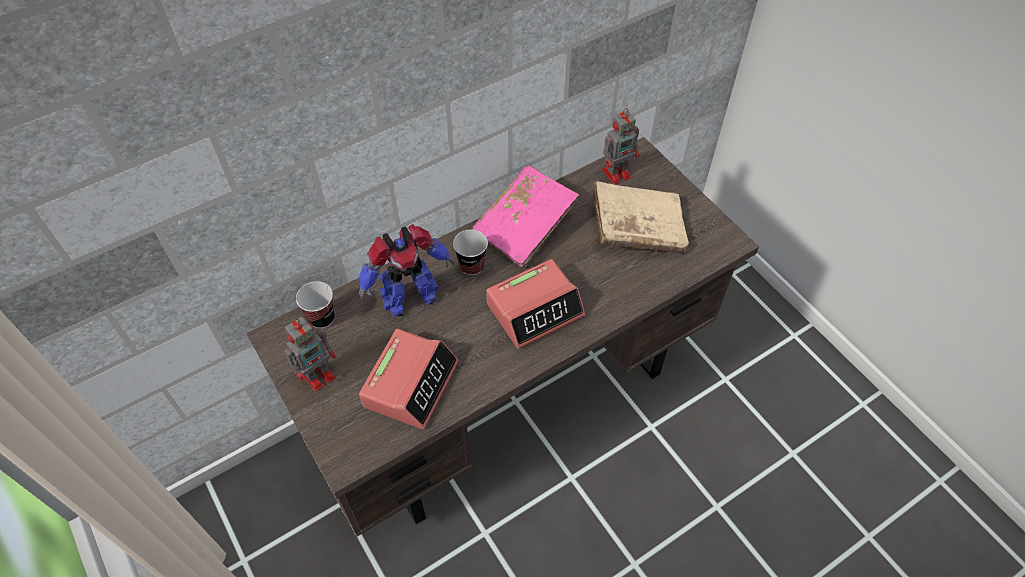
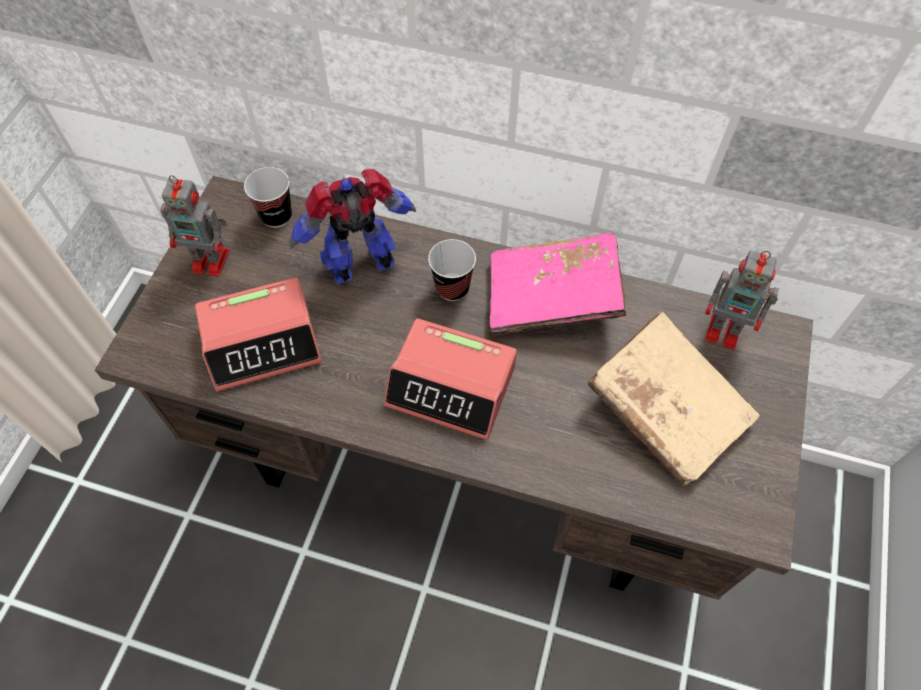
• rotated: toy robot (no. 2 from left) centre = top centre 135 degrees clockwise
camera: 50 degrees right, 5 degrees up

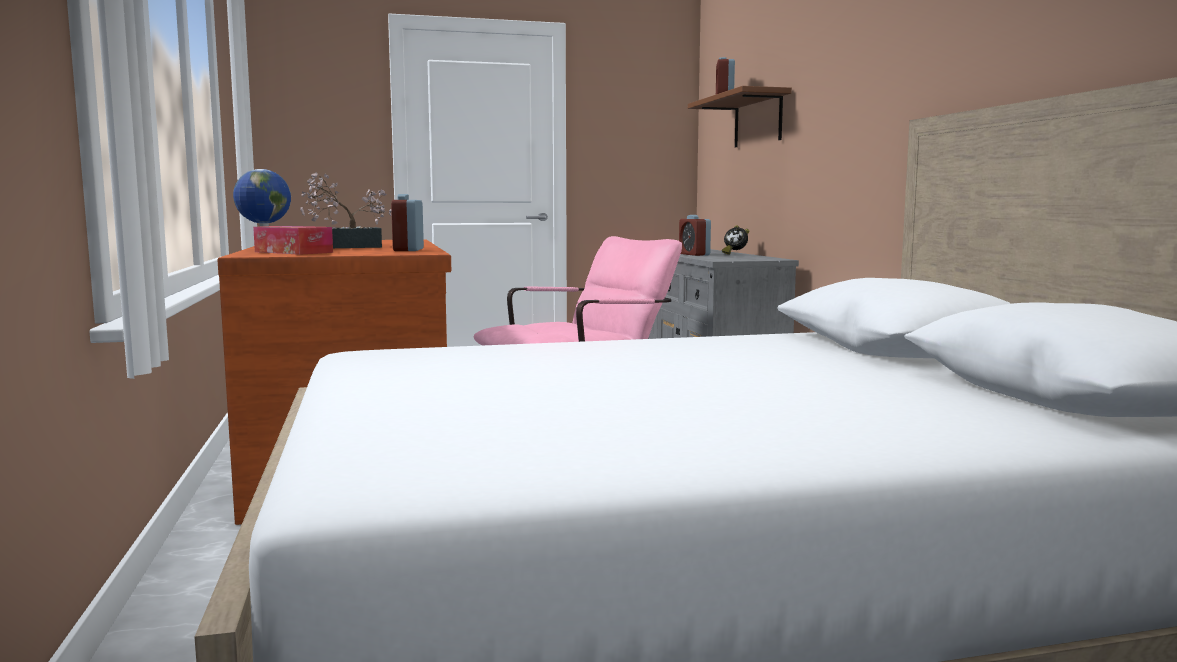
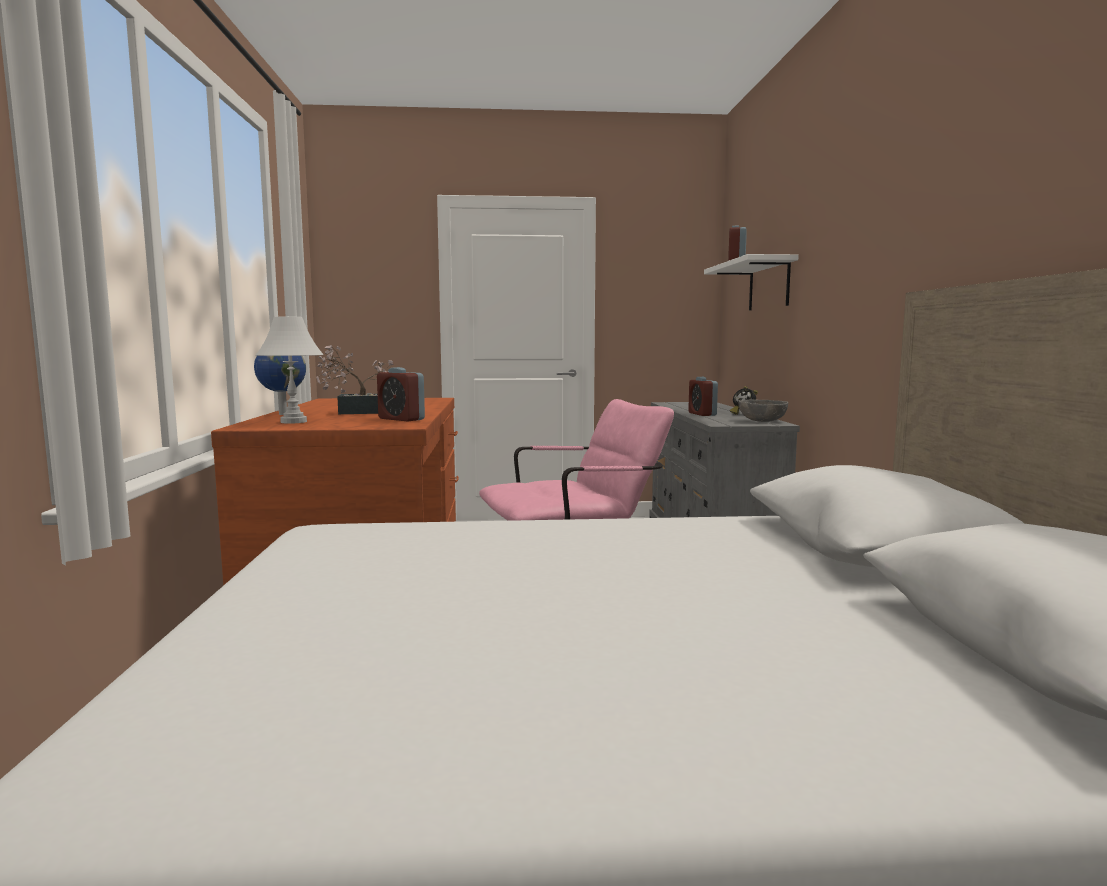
• repainted: brown shelf top centre to white shelf top right
• rotated: alarm clock (no. 1 from left) centre = centre 60 degrees counterclockwise
• swapped: tissue box middle left to white table lamp middle left
• new: grey bowl middle right
camera: 10 degrees right, 0 degrees up

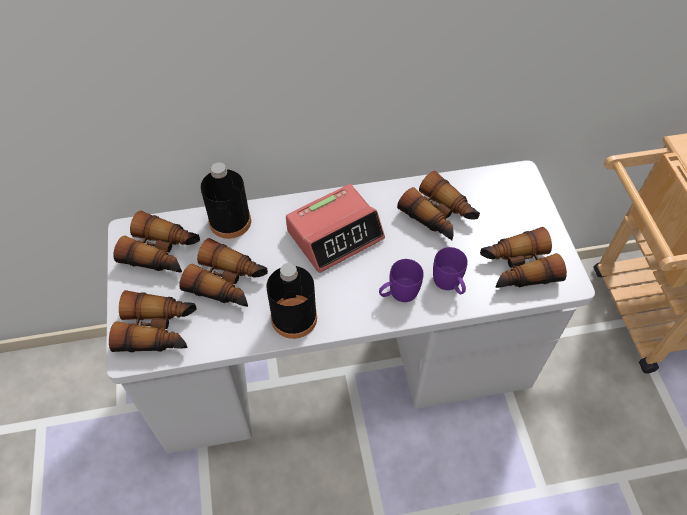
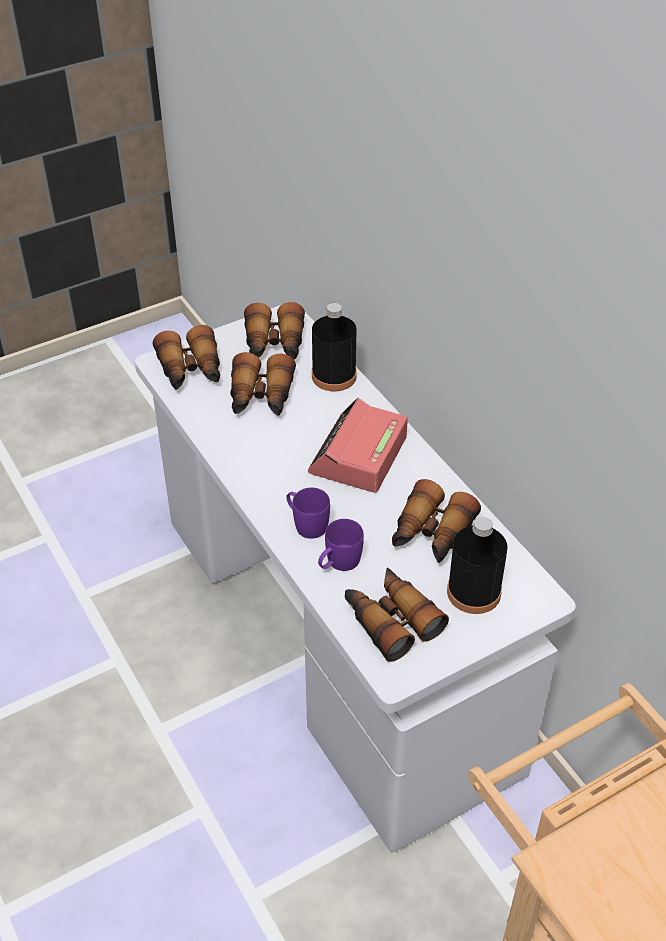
• rotated: alarm clock centre = centre 75 degrees clockwise
• shifted: black bottle (no. 2 from left) centre to middle right
camera: 70 degrees right, 10 degrees down

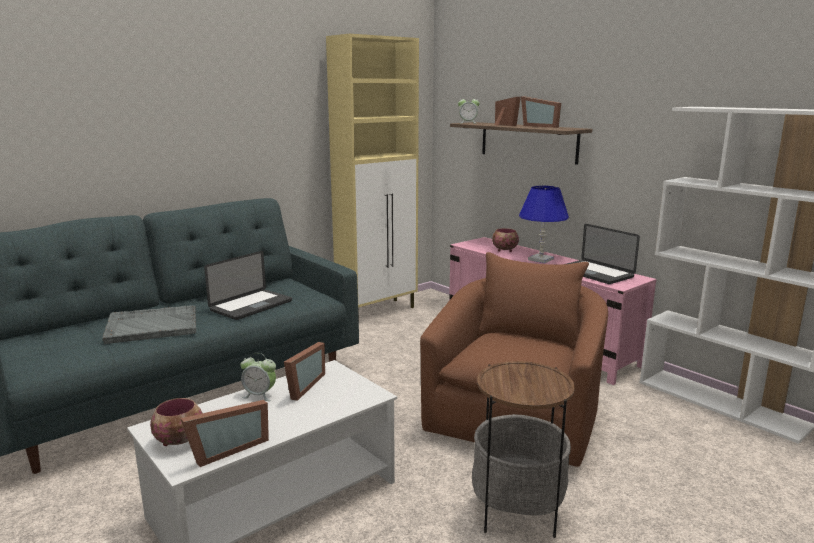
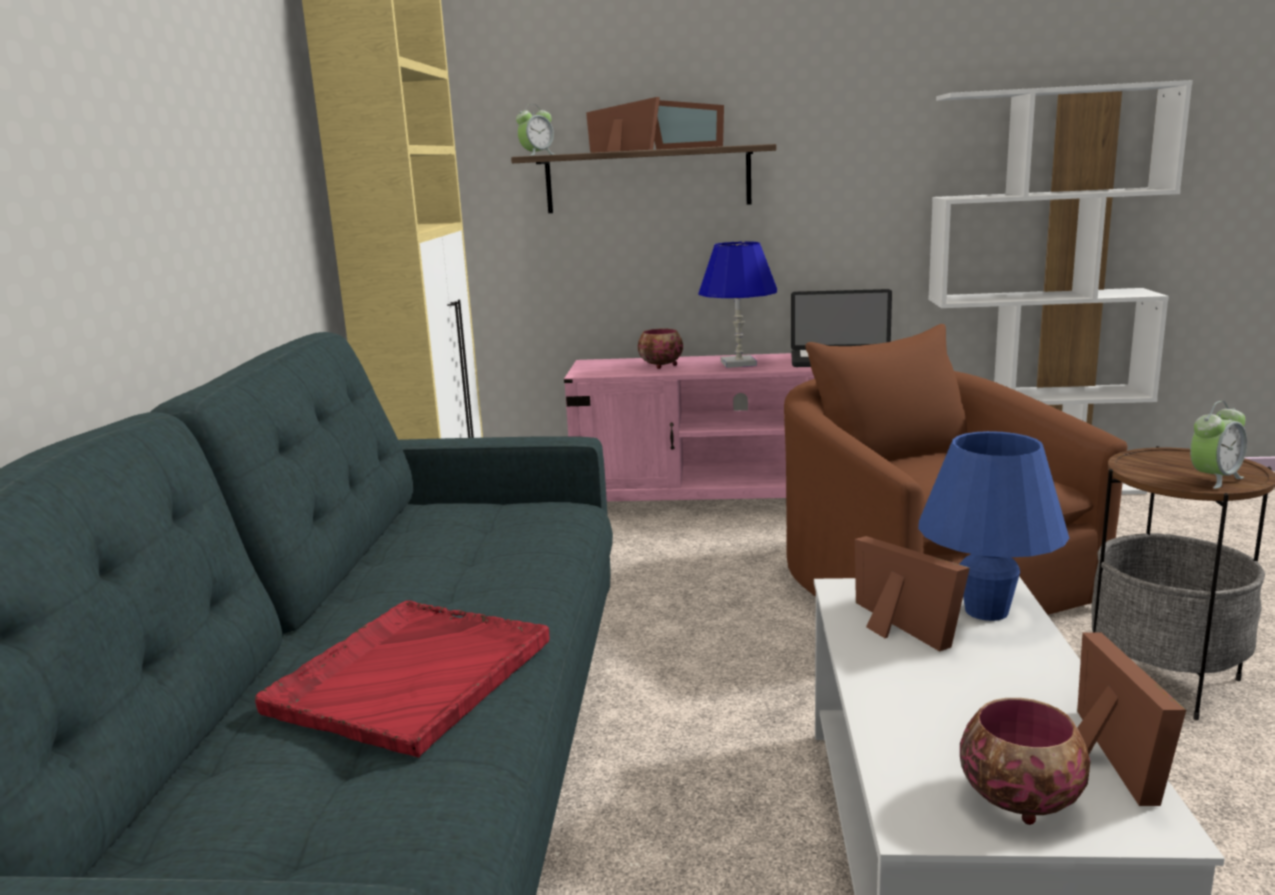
• gone: laptop (no. 1 from left) middle left
• repainted: grey tray middle left to red tray bottom left
• shifted: alarm clock (no. 1 from left in the first image) bottom left to alarm clock (no. 2 from left) middle right
• new: blue table lamp (no. 2 from left) middle right
camera: 45 degrees left, 0 degrees up

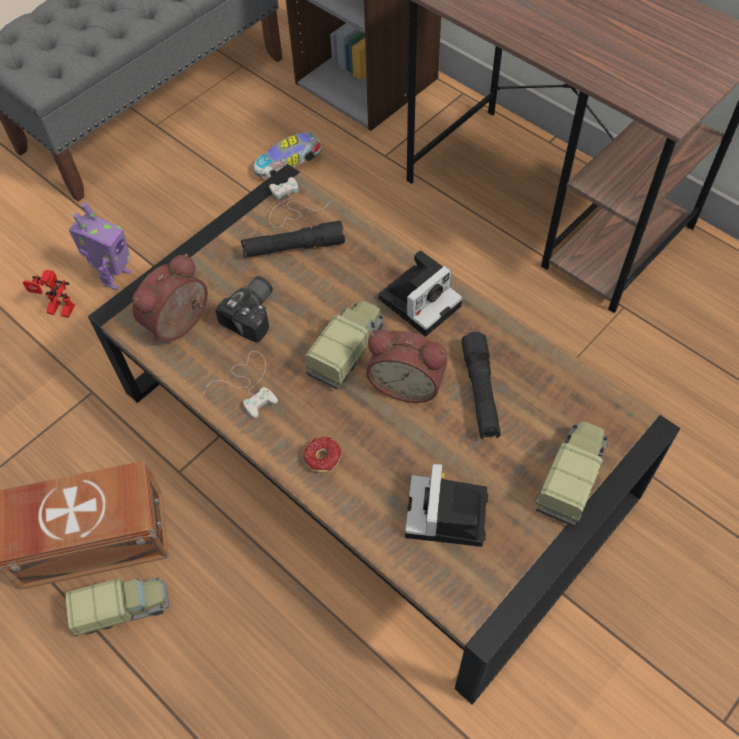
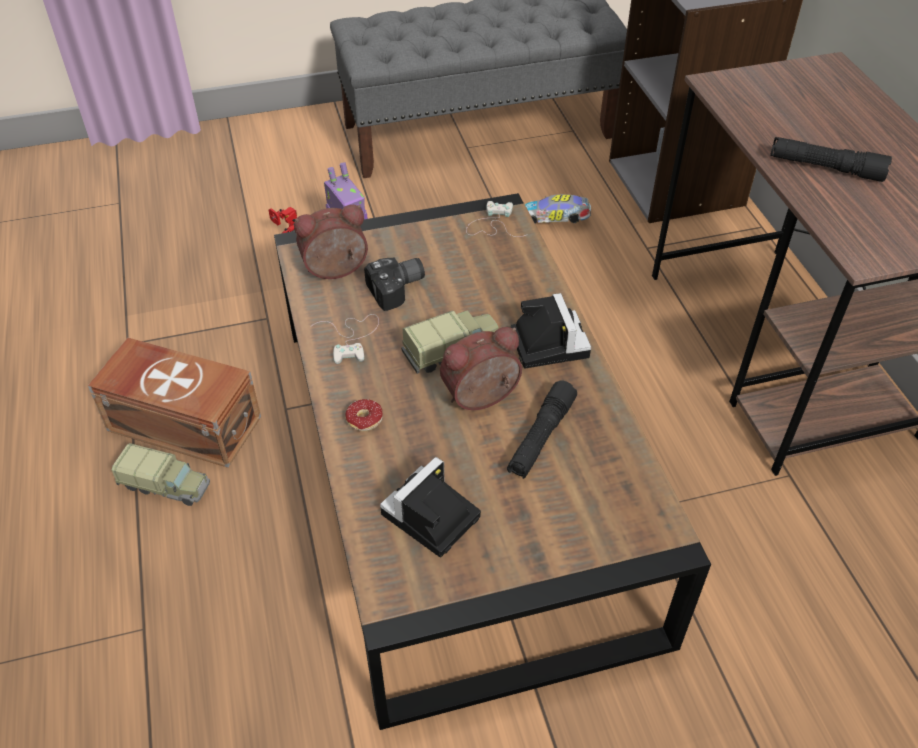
• shifted: black flashlight (no. 1 from left in the first image) top centre to black flashlight (no. 2 from left) top right
• rotated: photo camera (no. 2 from left in the first image) centre = centre 90 degrees counterclockwise
• rotated: alarm clock (no. 2 from left) centre = centre 105 degrees clockwise
• gone: toy truck (no. 3 from left) middle right
camera: 30 degrees right, 10 degrees down

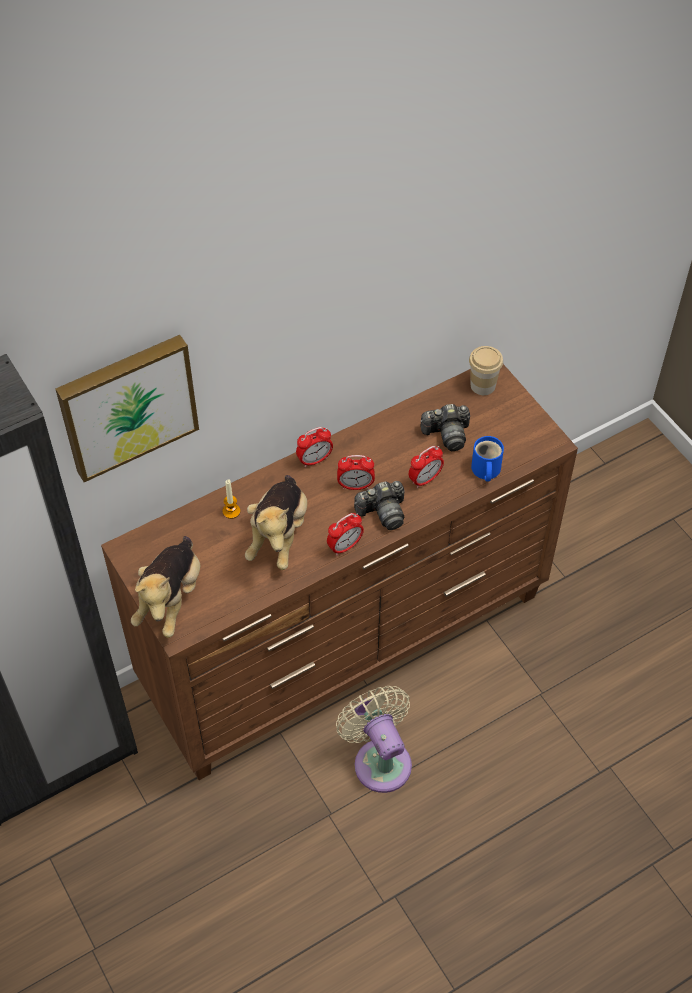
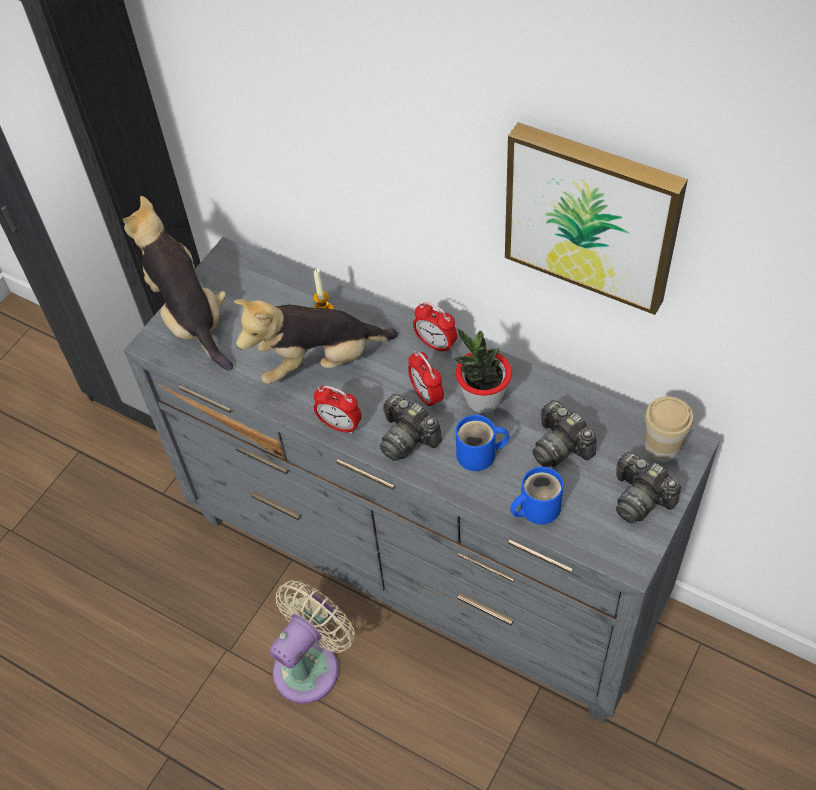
• shifted: picture middle left to top right
• repainted: brown dresser centre to grey dresser centre
• swapped: alarm clock (no. 4 from left) centre to blue mug (no. 1 from left) centre
• rotated: plush toy (no. 1 from left) middle left = middle left 75 degrees clockwise
• new: potted plant centre
• new: photo camera (no. 3 from left) middle right
camera: 65 degrees right, 0 degrees up

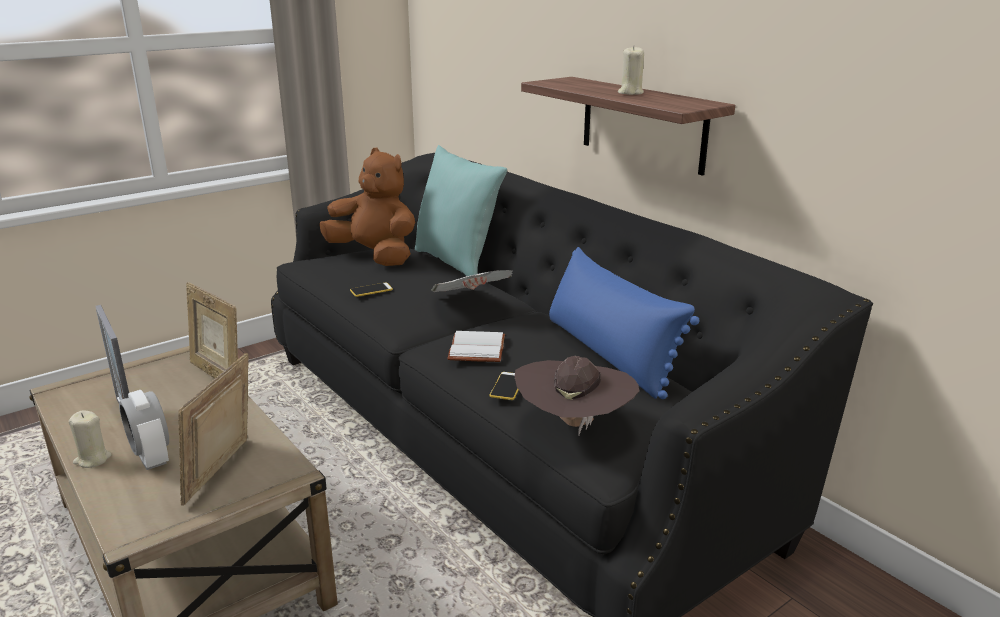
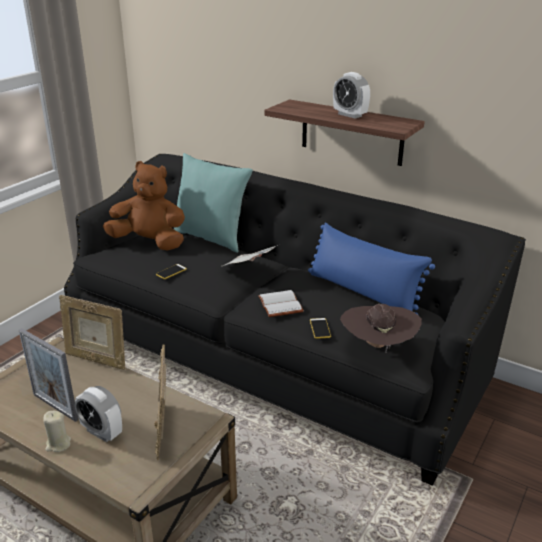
• swapped: beige candle (no. 2 from left) top centre to alarm clock (no. 2 from left) top centre
camera: 20 degrees left, 5 degrees up

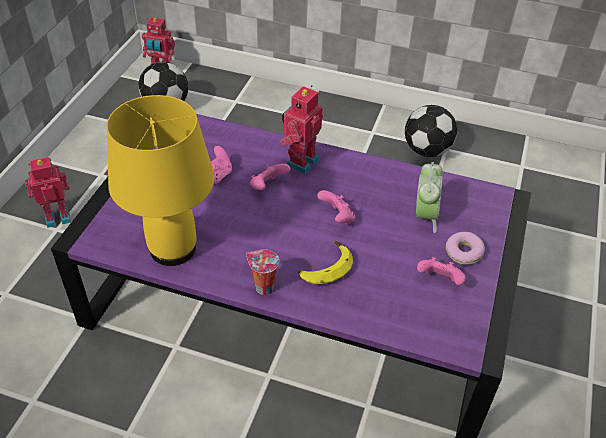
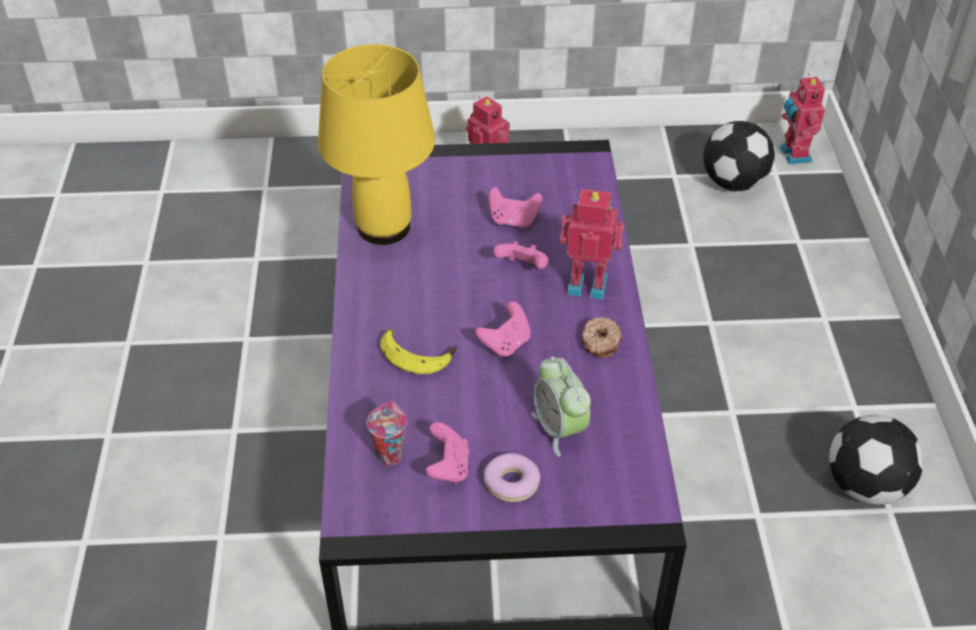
• rotated: alarm clock middle right = centre 75 degrees clockwise
• shifted: cup centre to bottom centre
• new: donut (no. 2 from left) centre
camera: 70 degrees right, 0 degrees up

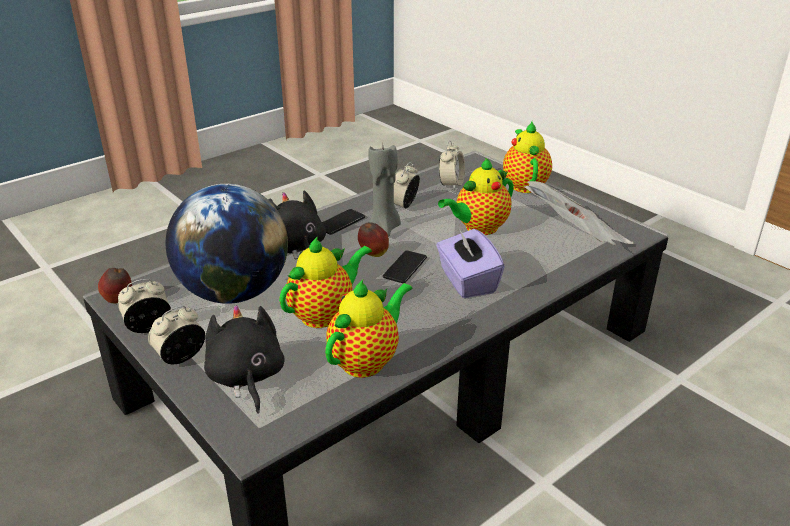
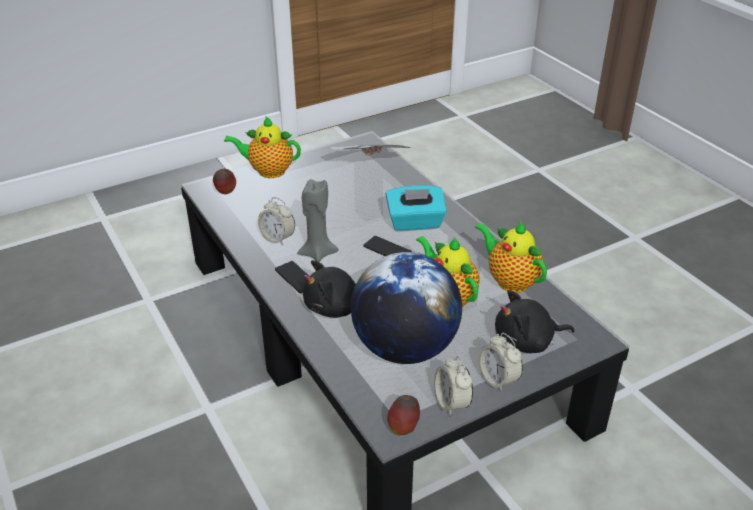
• gone: alarm clock (no. 4 from left) top centre
• gone: teapot (no. 3 from left) centre
• shifted: apple (no. 2 from left in the first image) centre to apple (no. 1 from left) middle left
• repainted: purple tissue box centre to turquoise tissue box centre
camera: 80 degrees left, 5 degrees up

